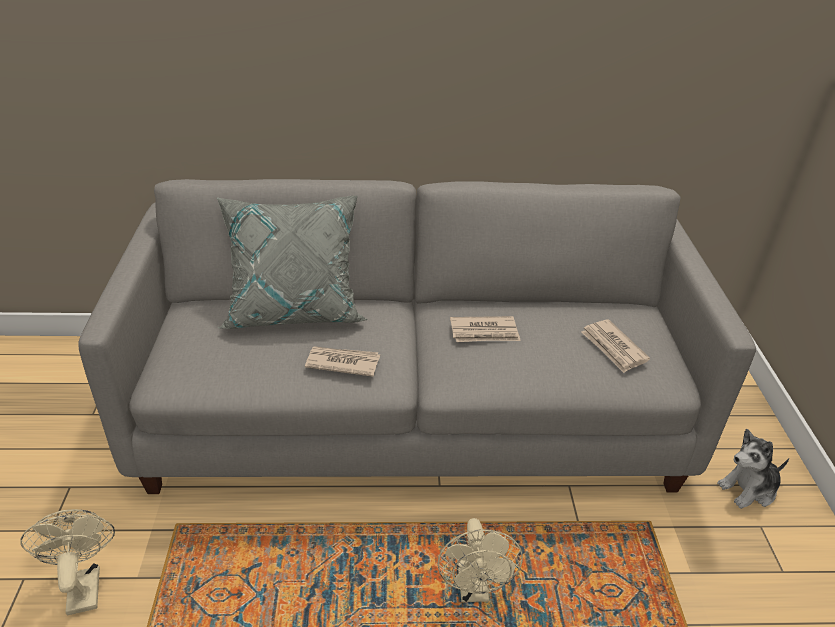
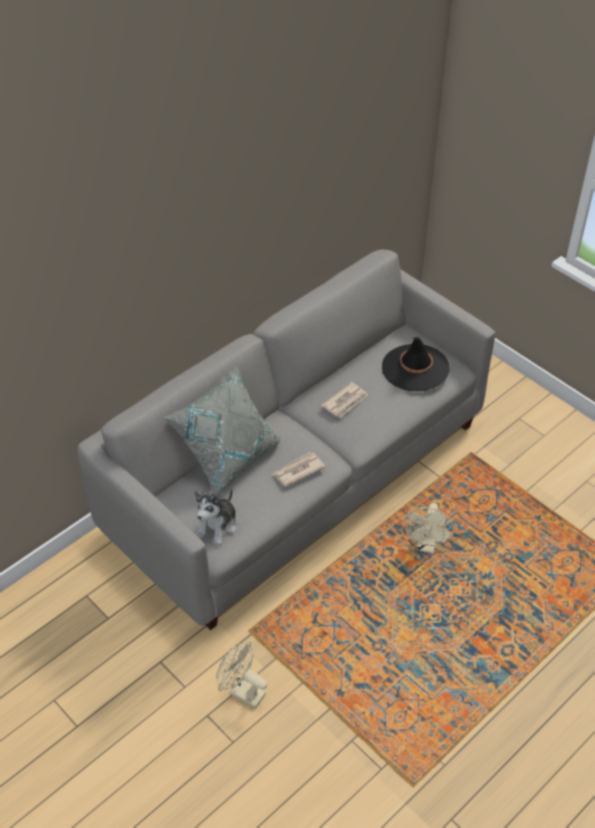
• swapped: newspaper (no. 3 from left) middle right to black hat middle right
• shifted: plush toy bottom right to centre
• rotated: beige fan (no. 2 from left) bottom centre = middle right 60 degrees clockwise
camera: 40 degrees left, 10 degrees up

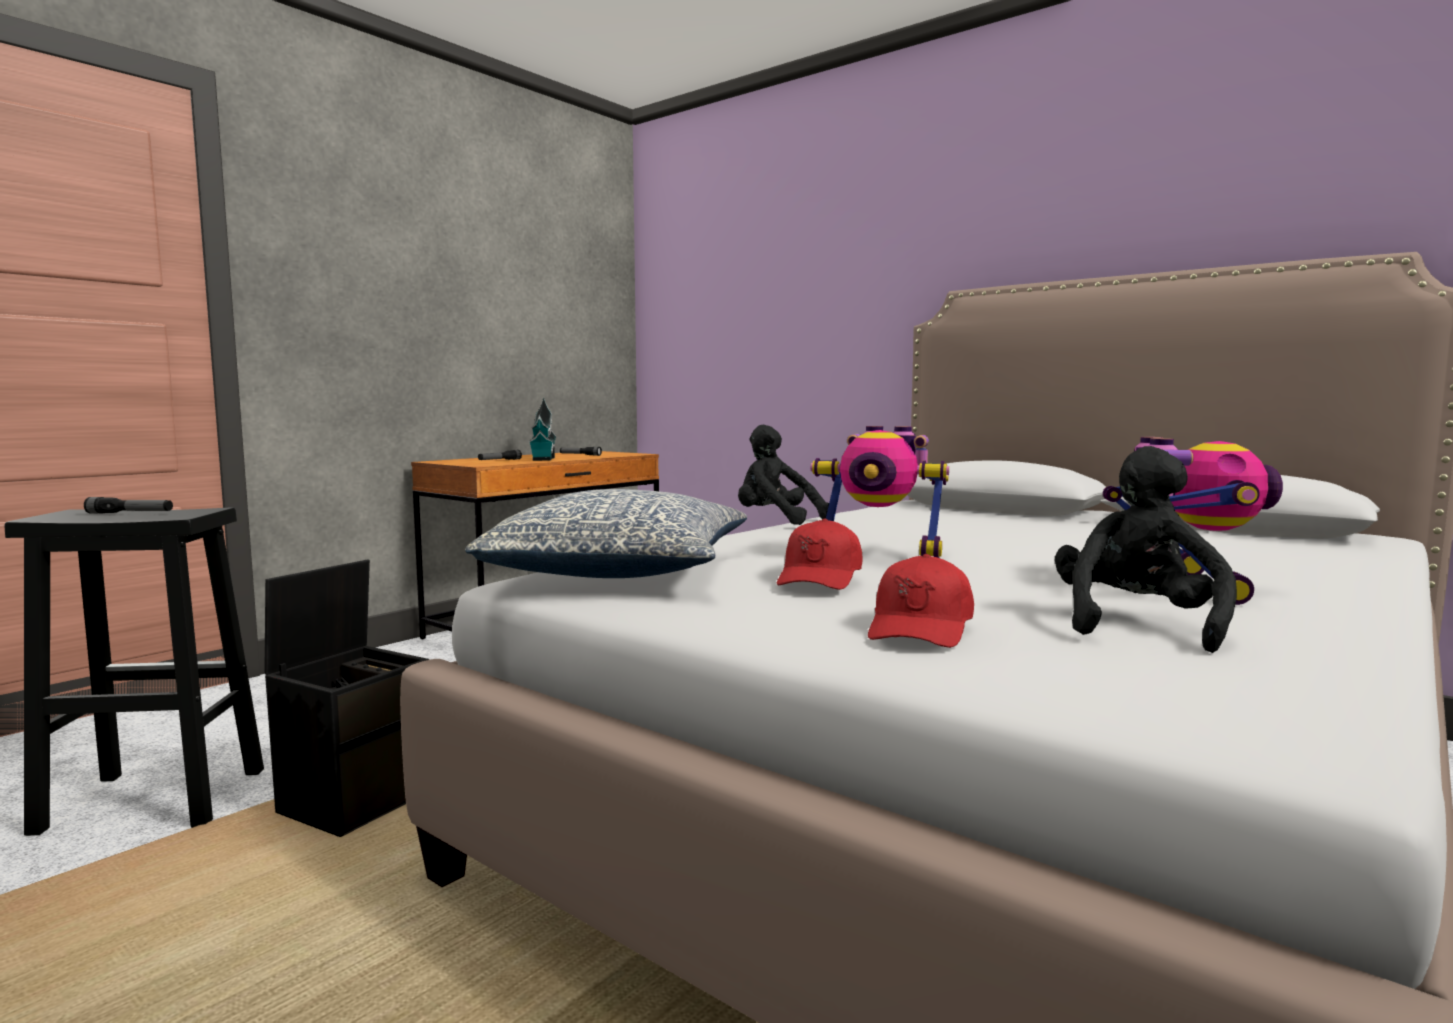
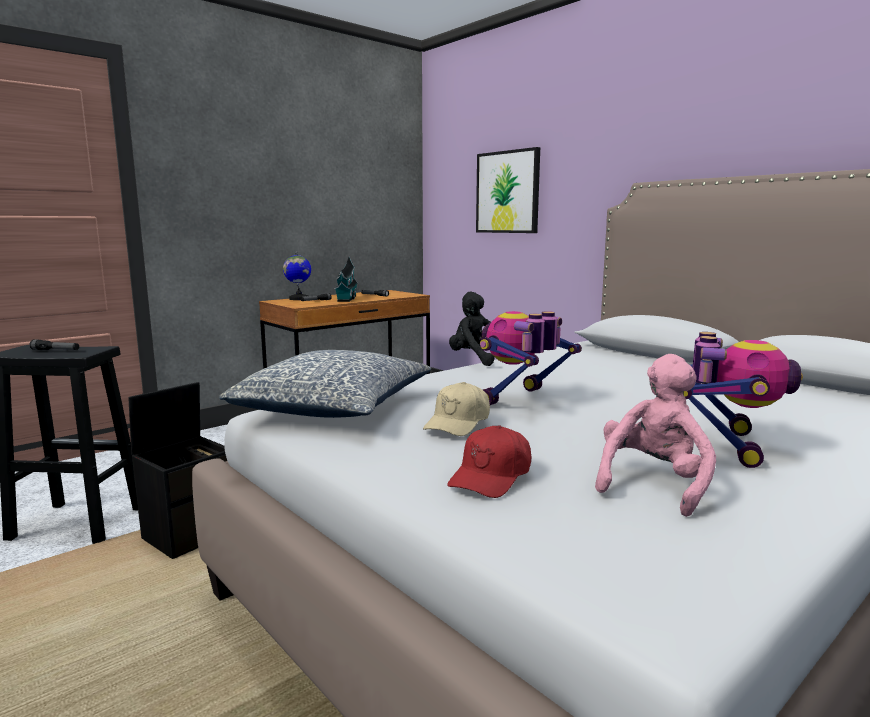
• rotated: toy robot (no. 1 from left) centre = centre 105 degrees clockwise
• repainted: black plush toy (no. 2 from left) middle right to pink plush toy middle right
• repainted: red cap (no. 1 from left) centre to beige cap centre
• new: picture top centre
• new: globe centre
camera: 10 degrees right, 5 degrees up

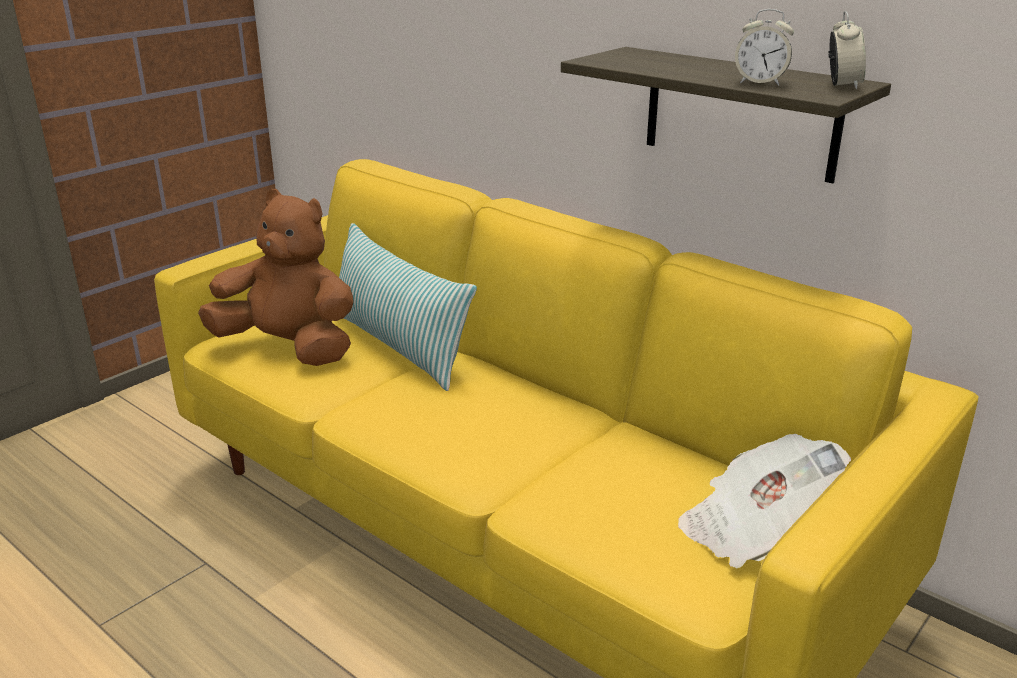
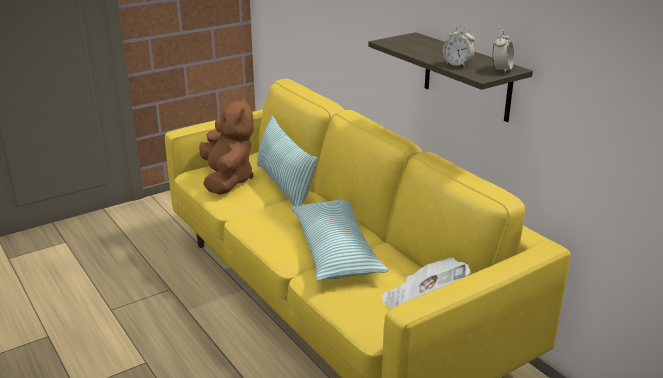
• rotated: brown plush toy middle left = centre 45 degrees clockwise
• new: pillow (no. 2 from left) centre
camera: 15 degrees right, 0 degrees up

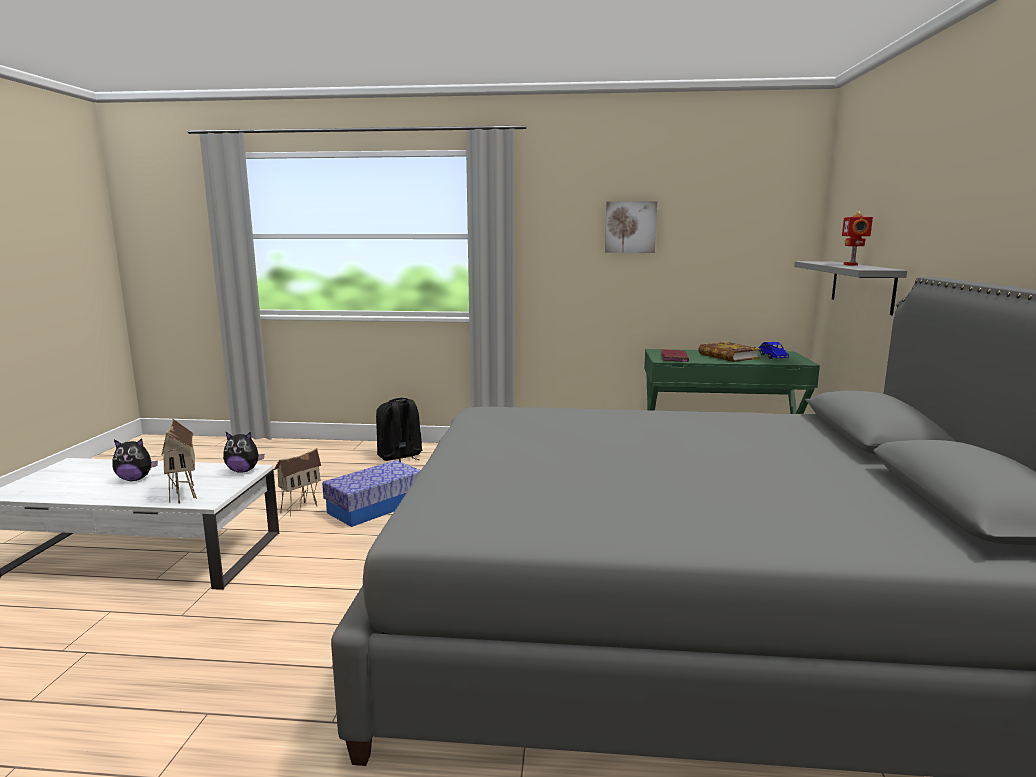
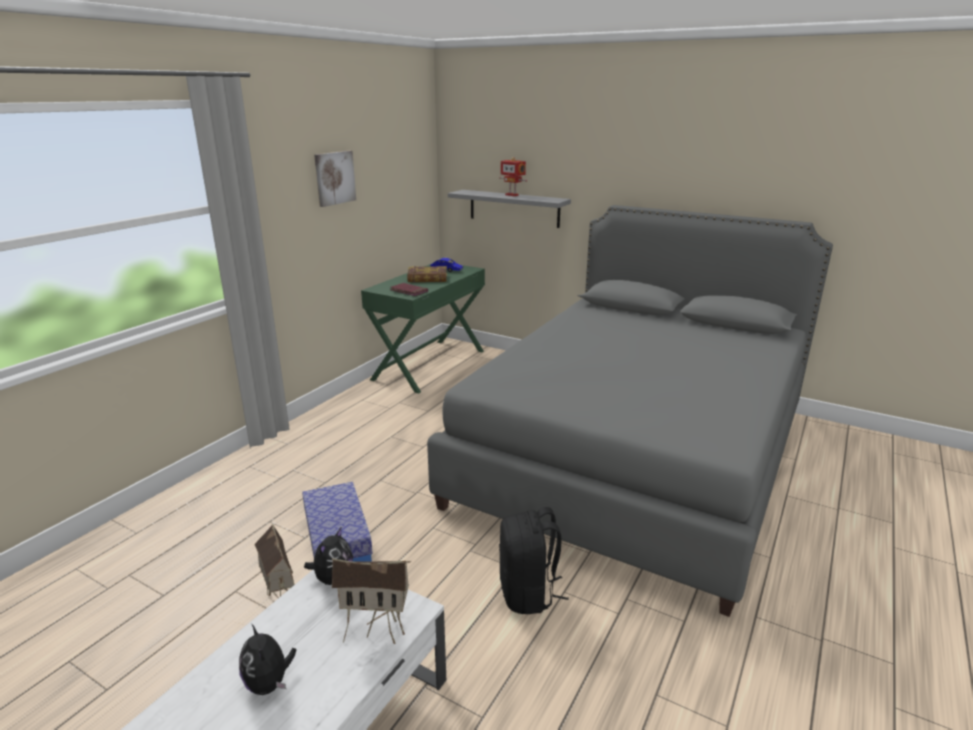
• shifted: black backpack centre to bottom centre
• rotated: plush toy (no. 1 from left) middle left = bottom left 135 degrees clockwise
camera: 65 degrees left, 10 degrees up

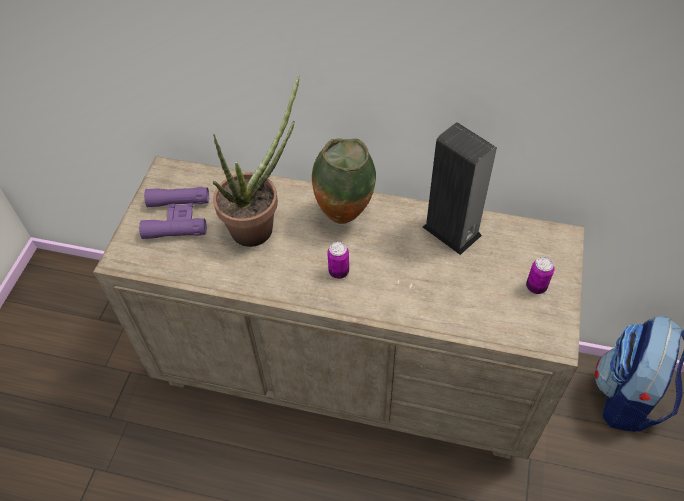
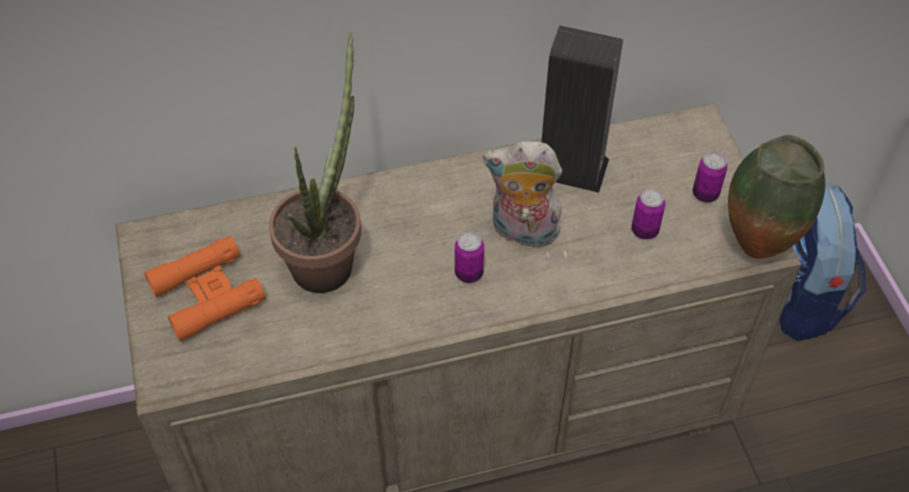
• shifted: vase centre to middle right
• repainted: purple binoculars middle left to orange binoculars middle left
• new: plush toy centre
• new: can (no. 2 from left) middle right
camera: 30 degrees left, 0 degrees up

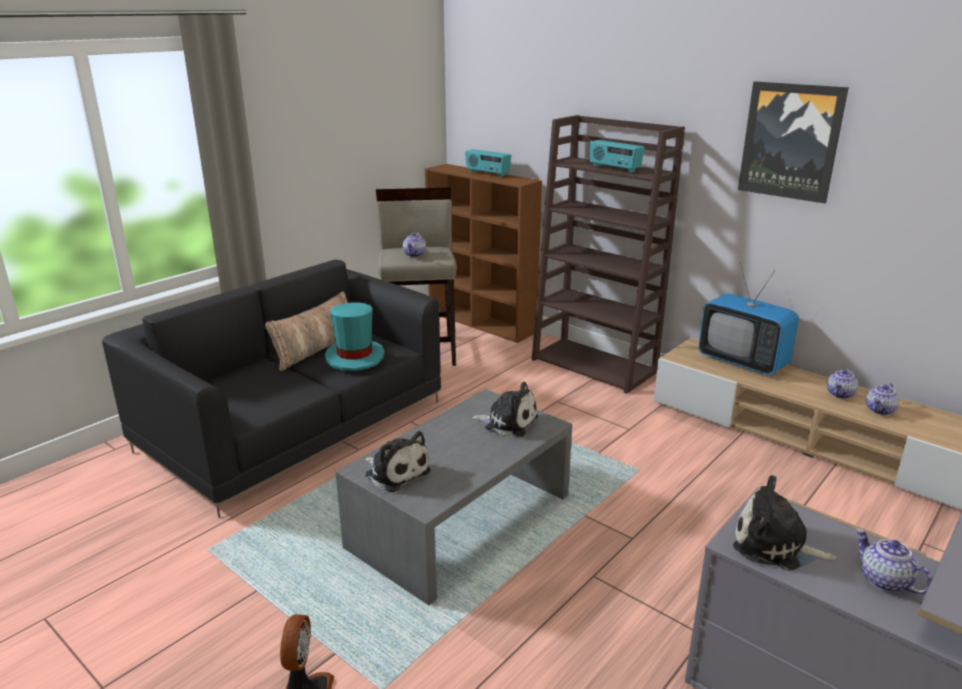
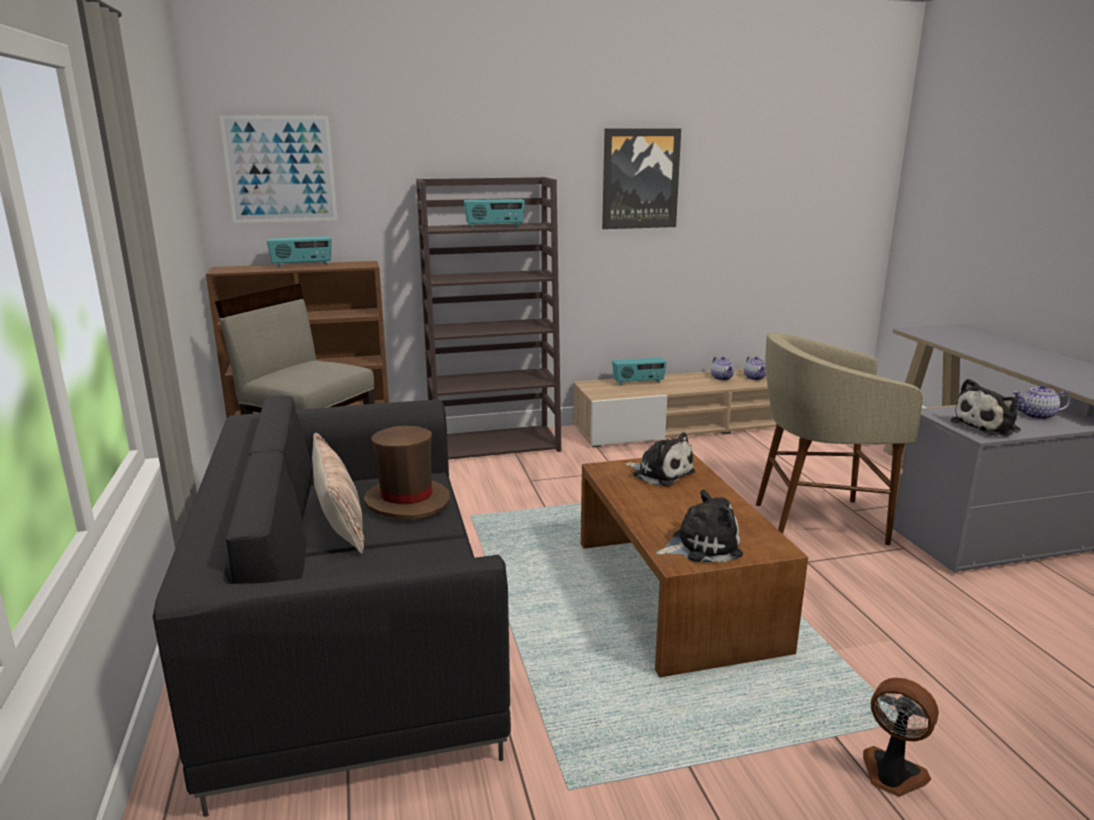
• gone: teapot (no. 1 from left) centre
• swapped: television middle right to radio (no. 3 from left) centre
• repainted: turquoise hat centre to brown hat centre
• rotated: plush toy (no. 2 from left in the first image) centre = centre 75 degrees clockwise
• repainted: grey coffee table bottom centre to brown coffee table bottom centre
• new: picture (no. 1 from left) top left
• new: beige stool (no. 2 from left) middle right
camera: 55 degrees left, 5 degrees down

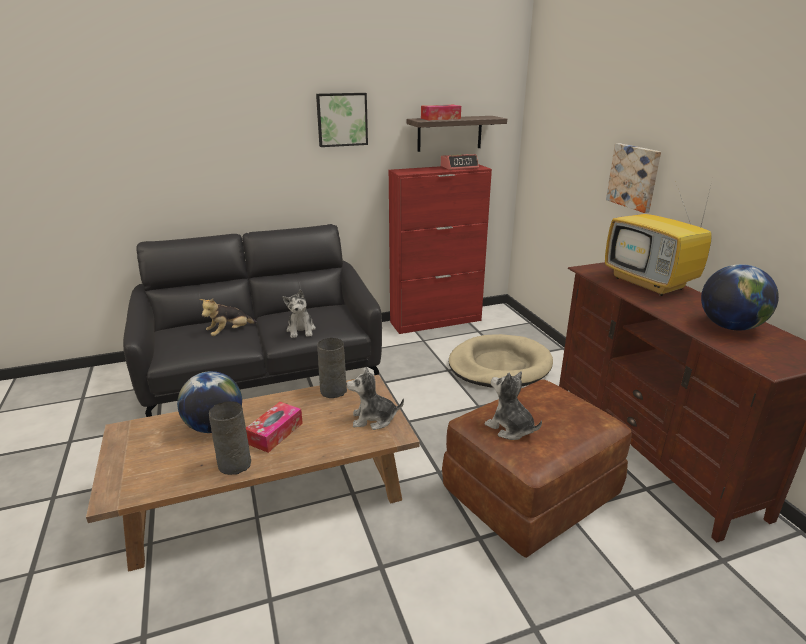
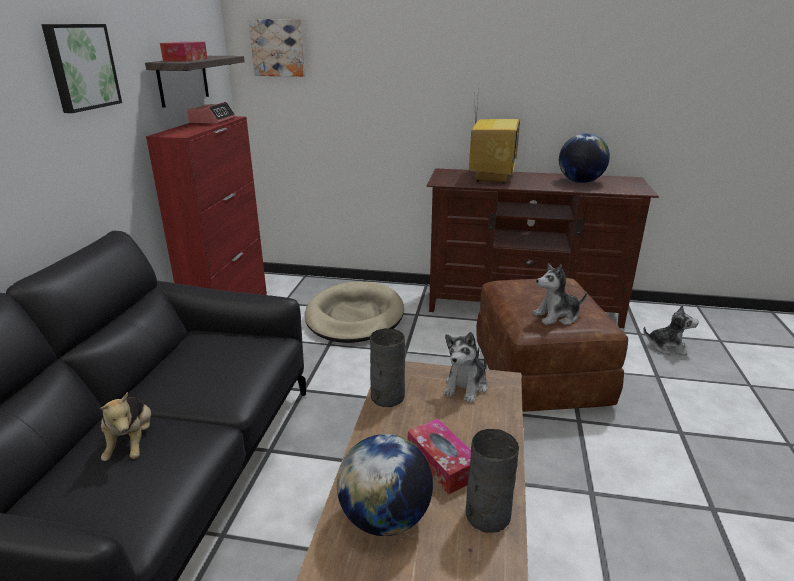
• shifted: picture (no. 2 from left) top right to top centre
• rotated: television middle right = top centre 75 degrees counterclockwise
• shifted: plush toy (no. 2 from left in the first image) centre to plush toy (no. 4 from left) middle right
camera: 60 degrees left, 0 degrees up

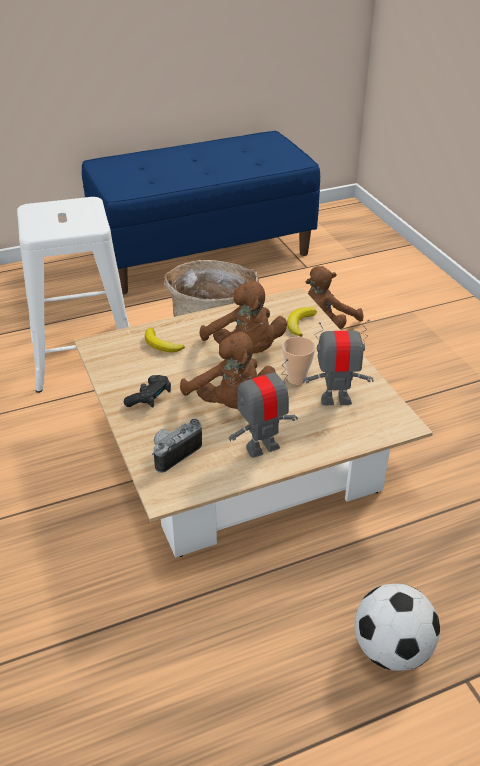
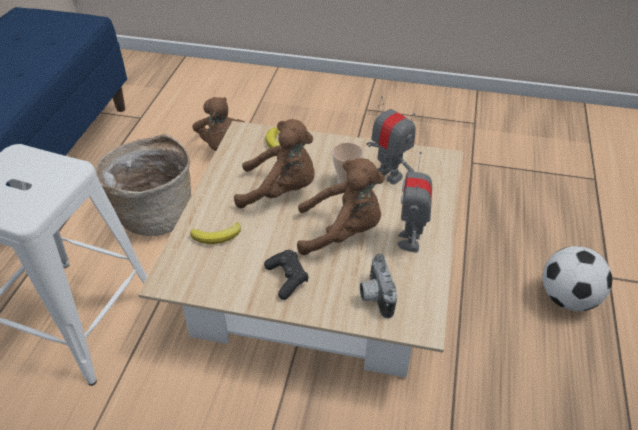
• rotated: toy robot (no. 2 from left in the first image) middle right = top centre 105 degrees clockwise
camera: 55 degrees left, 5 degrees up

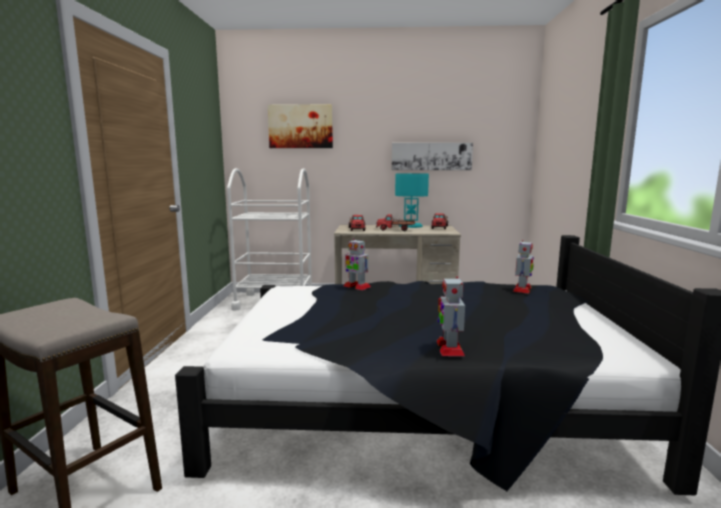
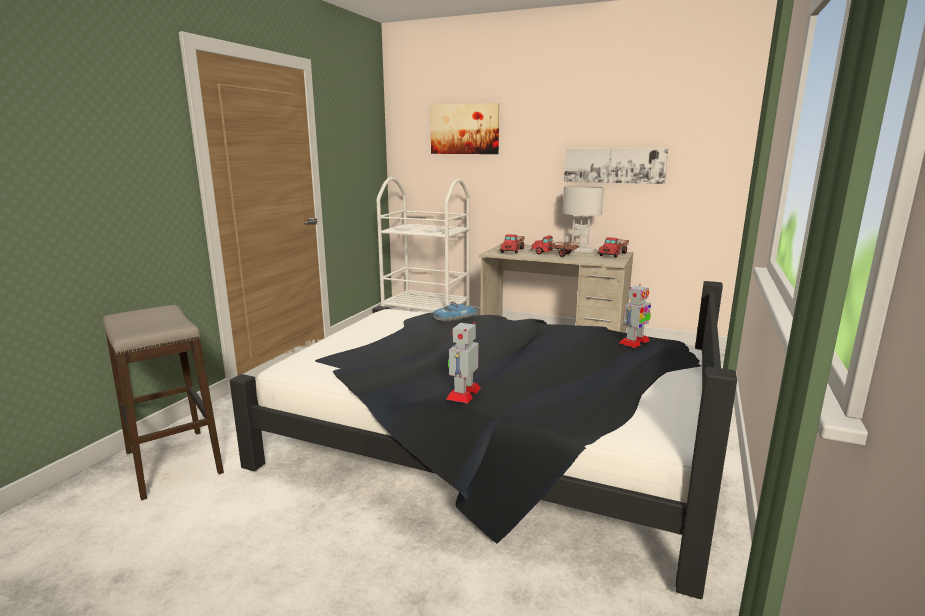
• repainted: turquoise table lamp centre to white table lamp centre
• swapped: toy robot (no. 1 from left) centre to toy car centre
camera: 20 degrees right, 5 degrees up

